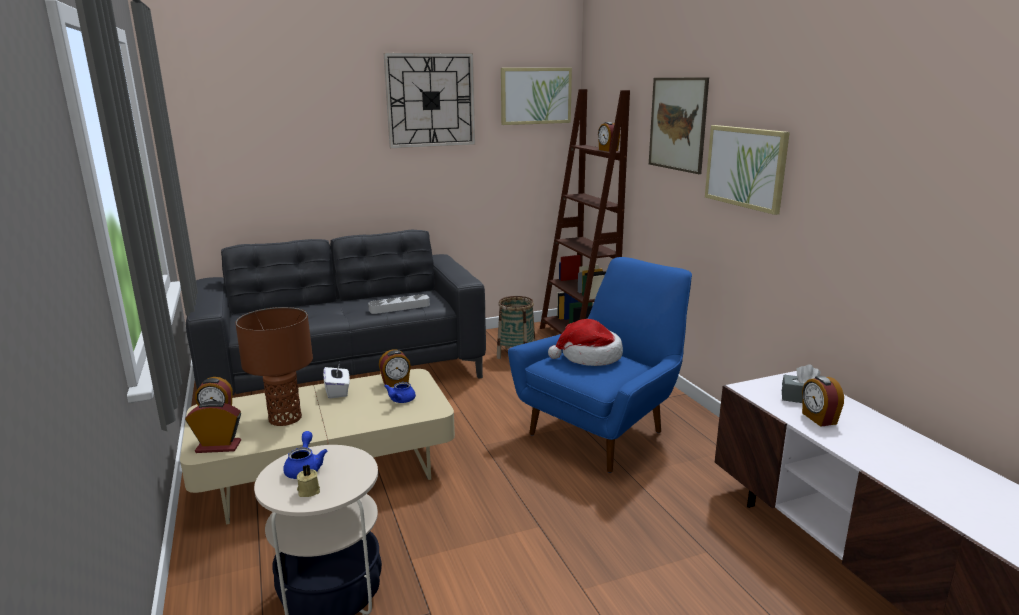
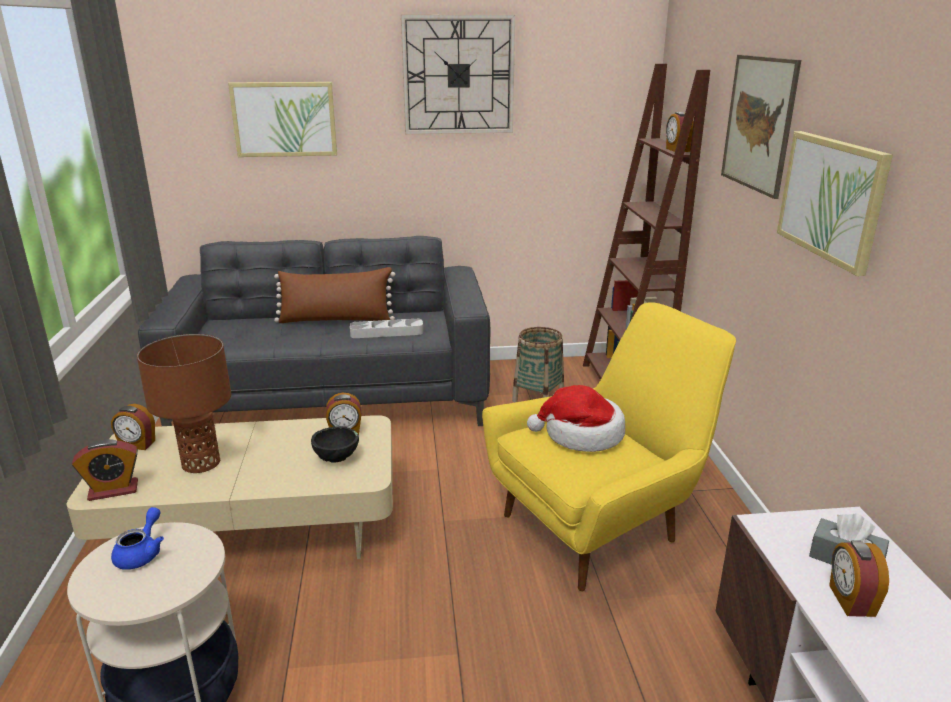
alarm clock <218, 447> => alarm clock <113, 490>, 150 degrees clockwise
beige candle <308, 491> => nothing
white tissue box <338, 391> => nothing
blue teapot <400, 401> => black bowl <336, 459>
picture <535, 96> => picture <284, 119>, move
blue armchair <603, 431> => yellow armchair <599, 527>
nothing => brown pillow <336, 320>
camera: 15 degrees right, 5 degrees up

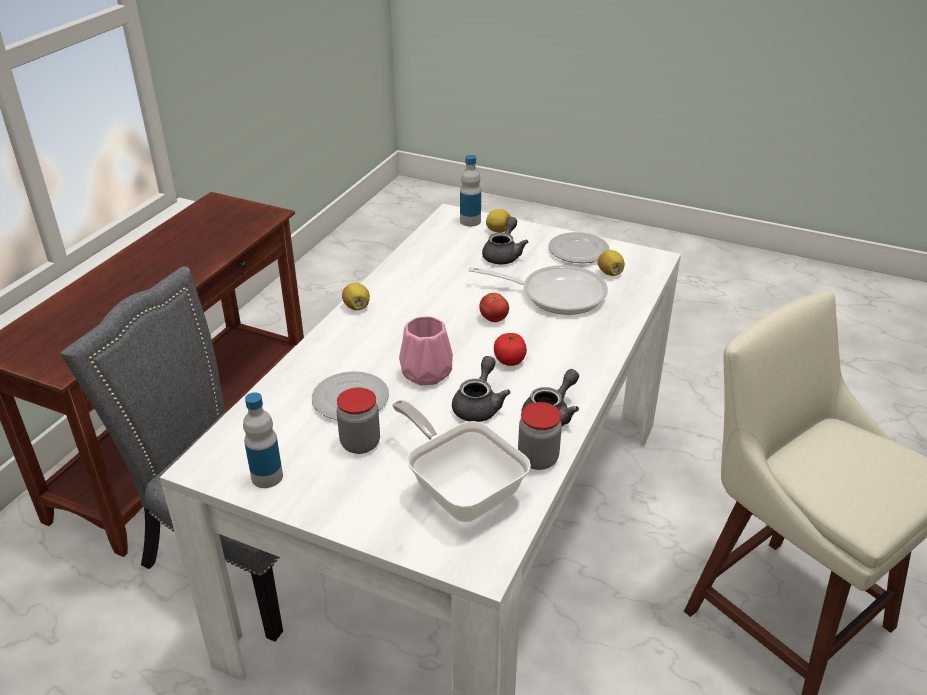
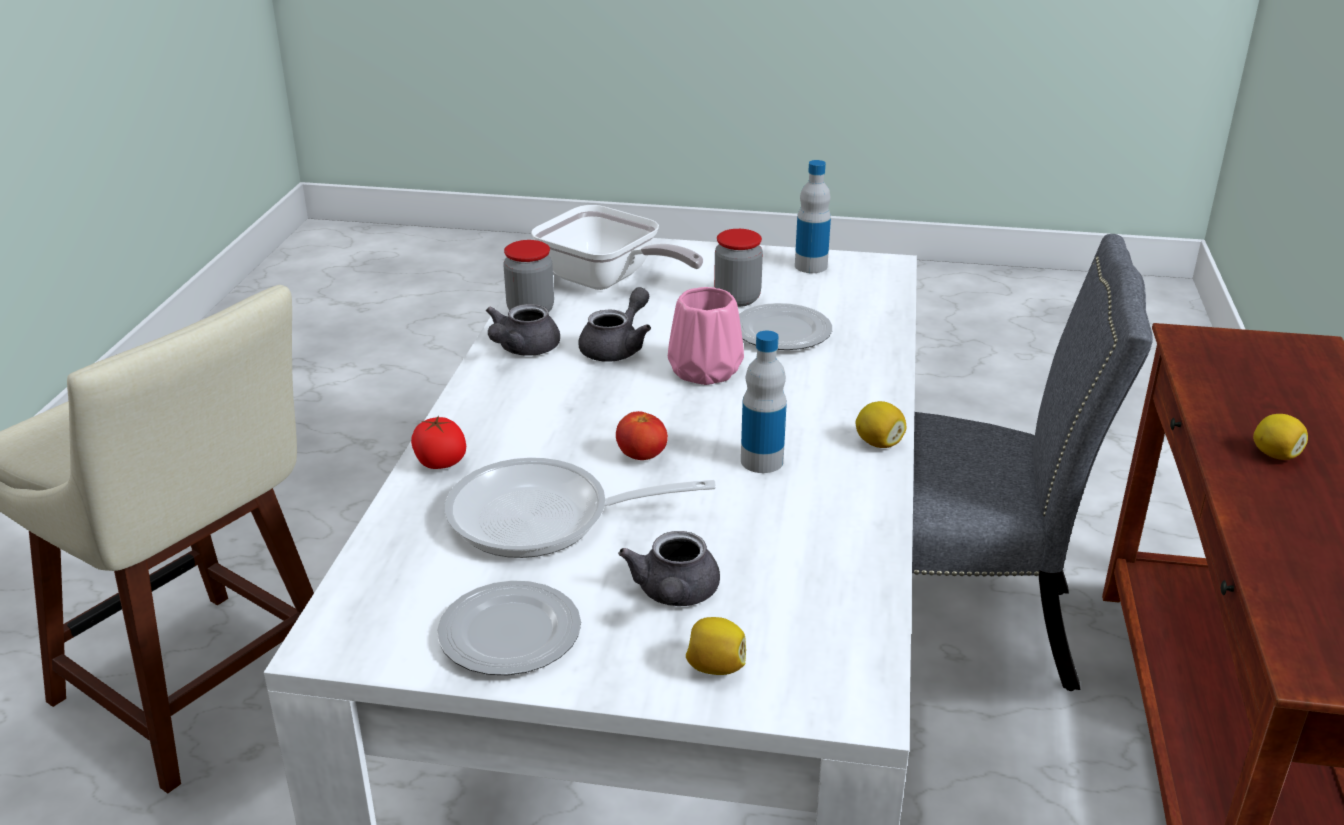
grey teapot <479, 405> => grey teapot <617, 347>, 150 degrees counterclockwise
bottle <470, 221> => bottle <762, 461>, move
tomato <509, 360> => tomato <440, 463>, move
lemon <610, 273> => lemon <1275, 455>, move
camera: 165 degrees right, 5 degrees down

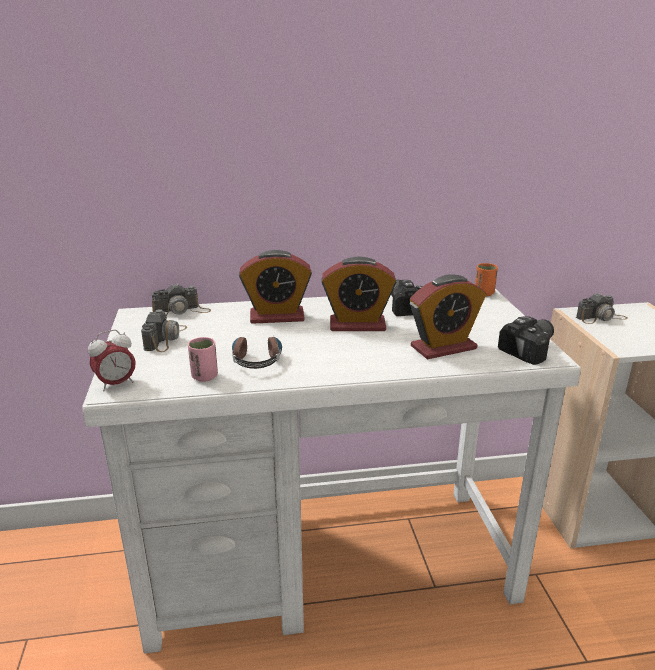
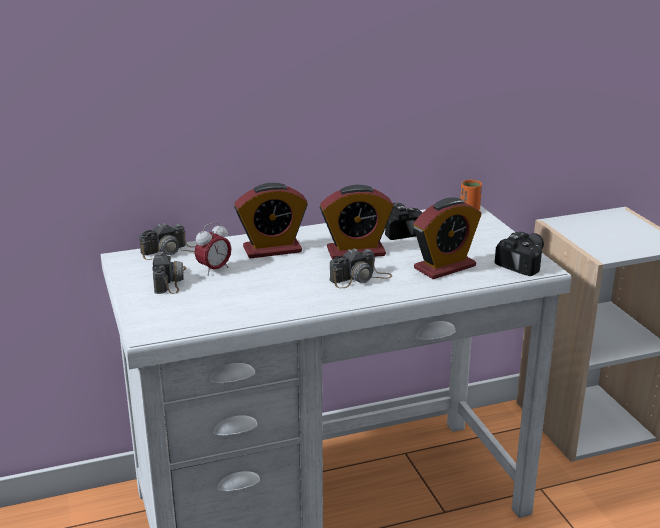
alarm clock <116, 384> => alarm clock <214, 270>, move
pink cup <204, 376> => nothing
headphones <257, 357> => nothing
photo camera <601, 318> => photo camera <360, 278>, move
camera: 10 degrees left, 0 degrees up

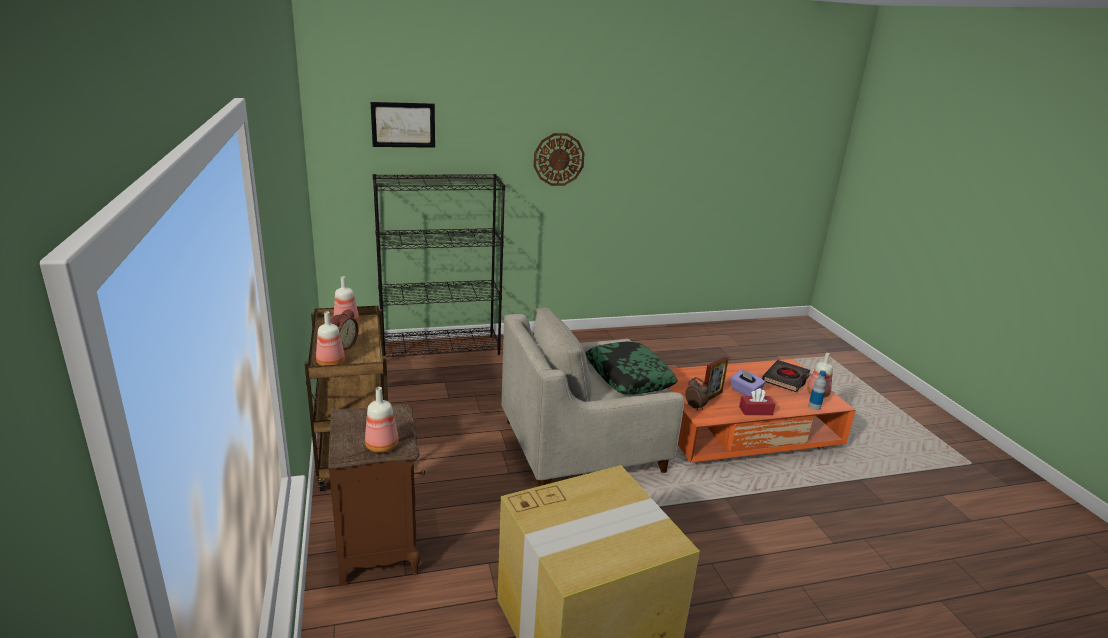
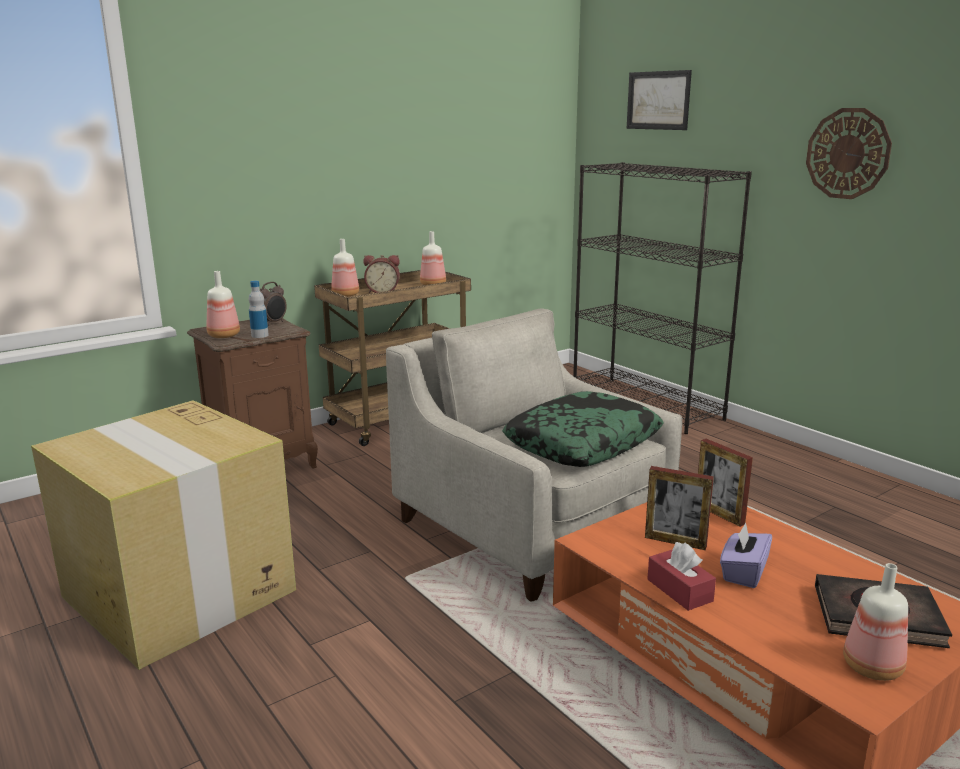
alarm clock <695, 407> => alarm clock <273, 323>, move
bottle <814, 406> => bottle <260, 335>, move
nothing => picture frame <719, 514>
camera: 70 degrees right, 5 degrees down

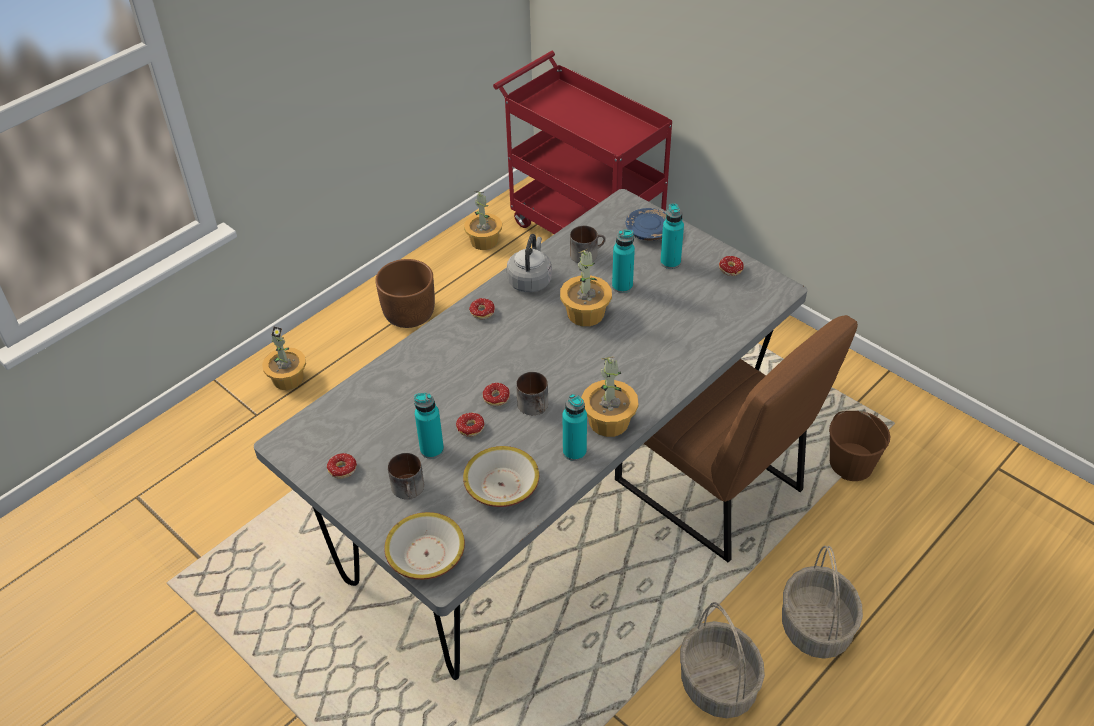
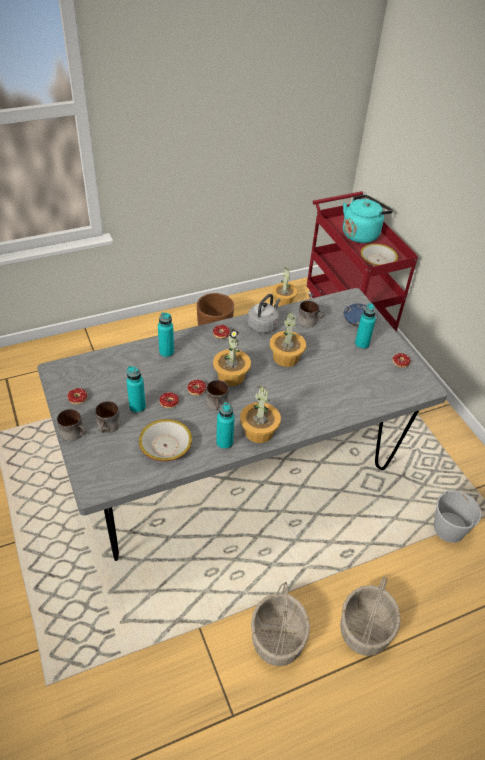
potted plant <288, 378> => potted plant <231, 376>, move
bowl <426, 554> => bowl <377, 261>, move
turquoise bottle <622, 286> => turquoise bottle <166, 352>, move
brown chair <712, 489> => nothing
brown bucket <852, 464> => white bucket <449, 529>
nothing => mug <75, 433>
nothing => turquoise kettle <361, 234>
camera: 20 degrees right, 0 degrees up

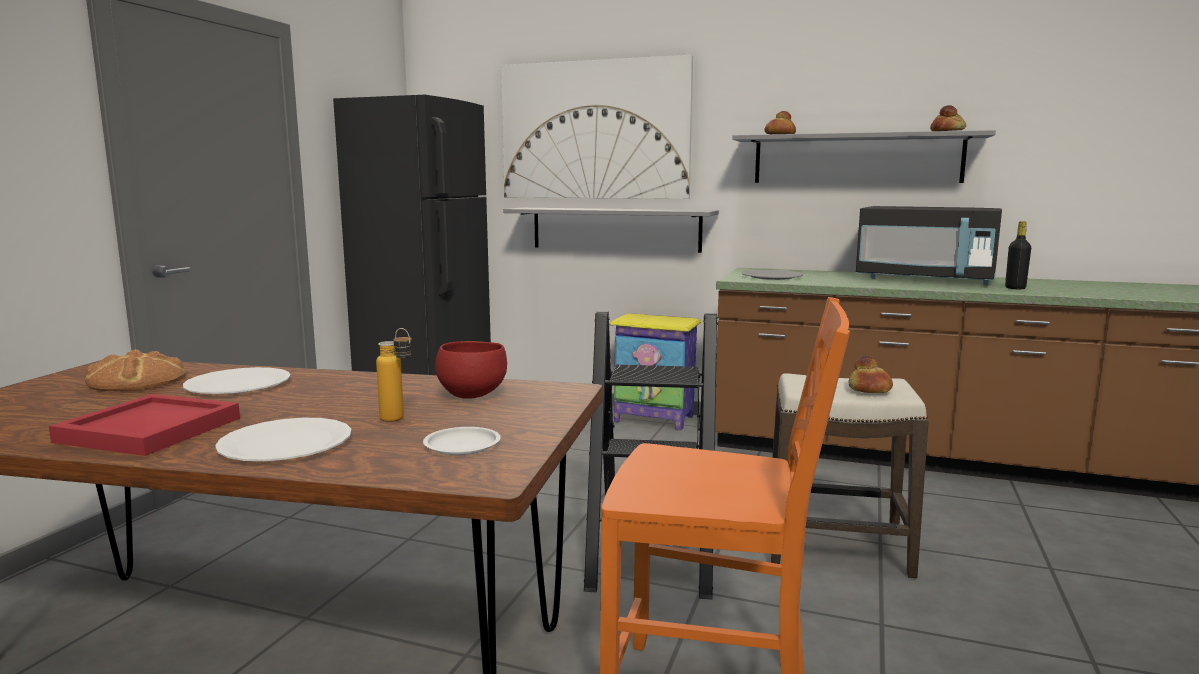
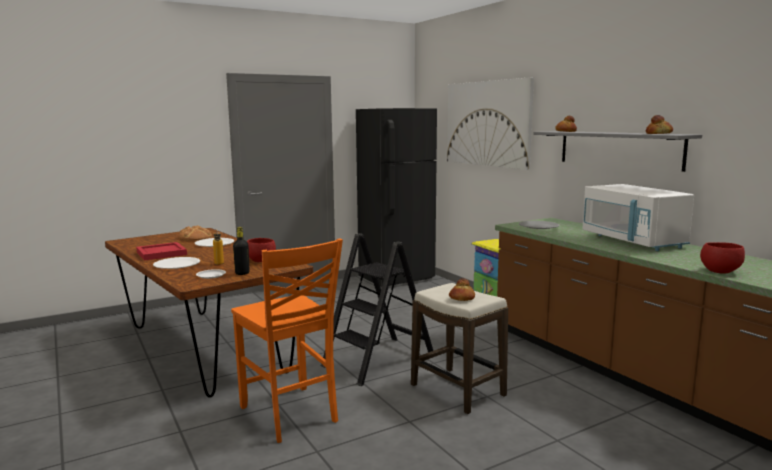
grey shelf <615, 229> => nothing
black microwave <925, 280> => white microwave <632, 241>
black bottle <1015, 288> => black bottle <242, 273>, move
nothing => red bowl <719, 271>
camera: 40 degrees right, 0 degrees up

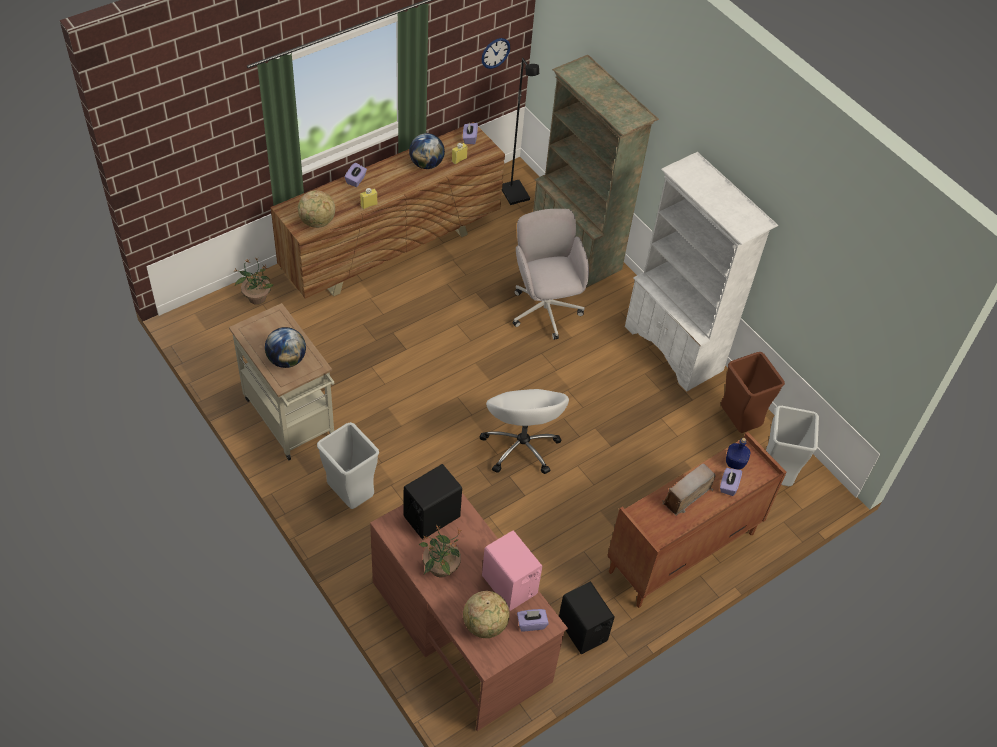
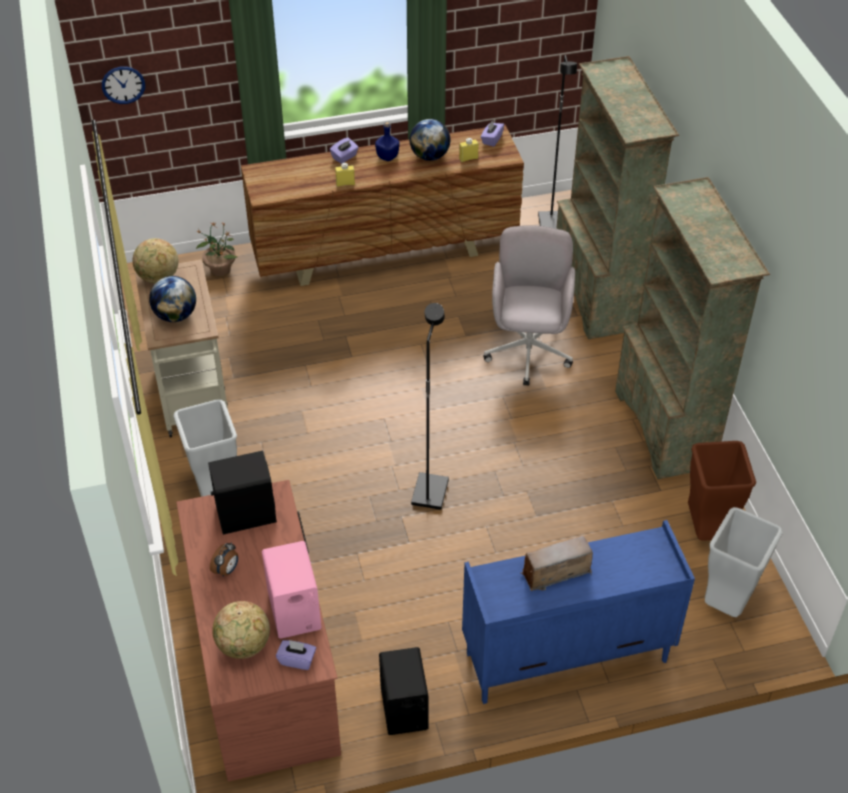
globe <317, 222> => globe <158, 277>, move
potted plant <440, 568> => alarm clock <227, 570>
white office chair <521, 449> => black floor lamp <429, 492>
wall clock <495, 53> => wall clock <123, 85>, move
brown cabinet <681, 553> => blue cabinet <565, 657>
white bookcase <674, 348> => green bookcase <665, 428>
purple tissue box <728, 486> => nothing
blue bottle <735, 463> => blue bottle <388, 157>, move
camera: 25 degrees right, 5 degrees down

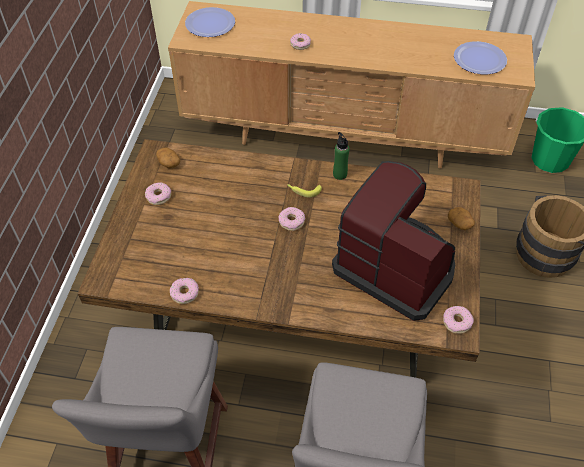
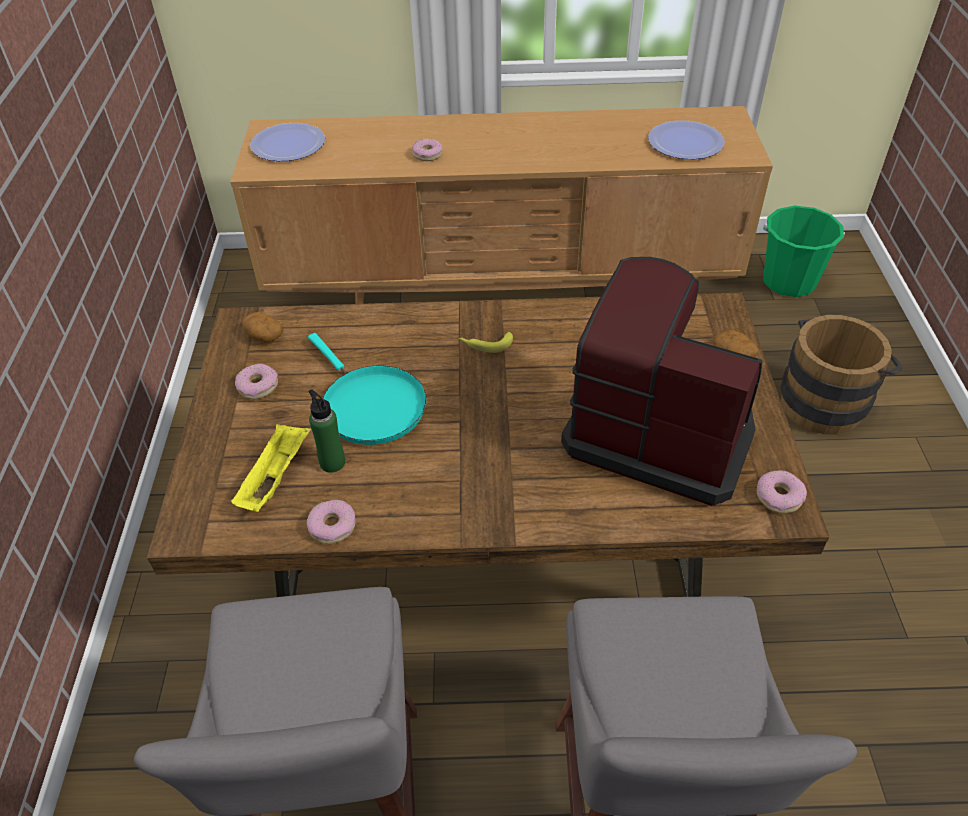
donut <291, 221> => nothing
green bottle <340, 174> => green bottle <332, 462>, move
nothing => yellow tray <275, 477>
nothing => turquoise frying pan <370, 405>
camera: 10 degrees left, 5 degrees down

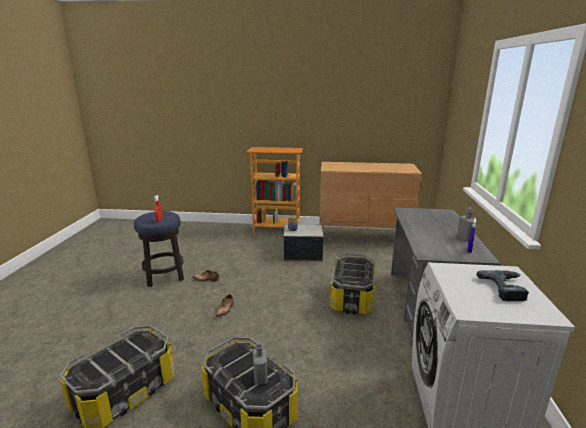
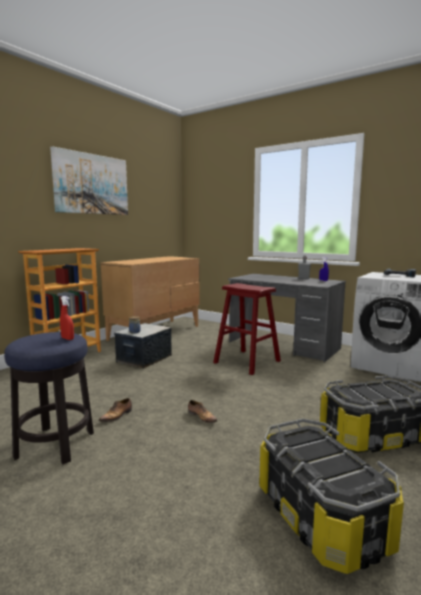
grey bottle <260, 377> => nothing
storage box <351, 298> => red stool <247, 361>
nothing => picture <92, 184>
camera: 60 degrees left, 10 degrees down

